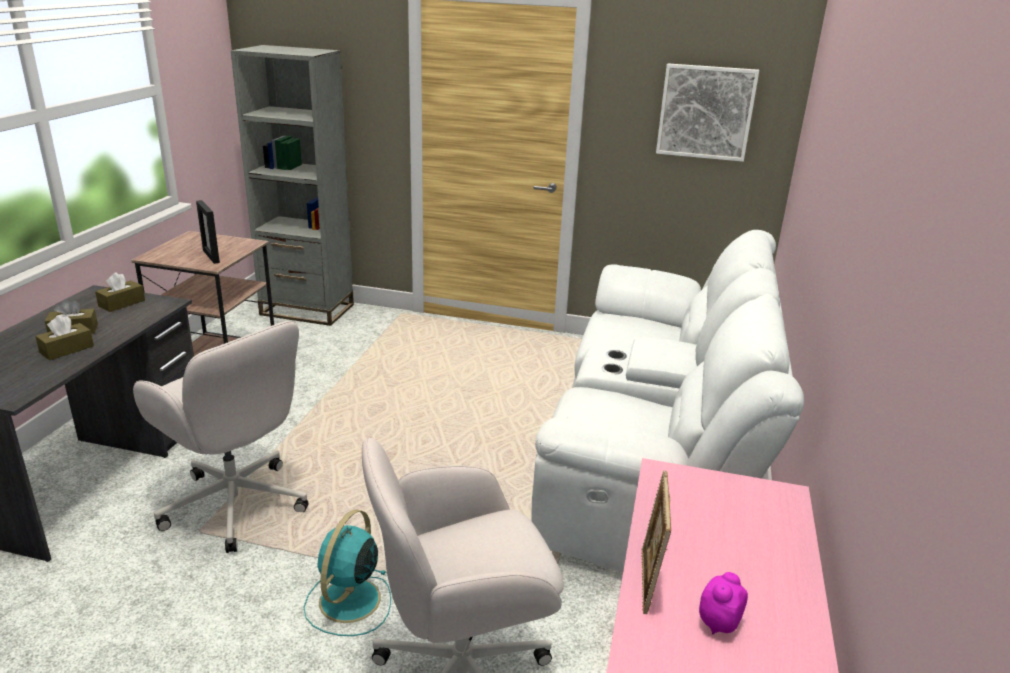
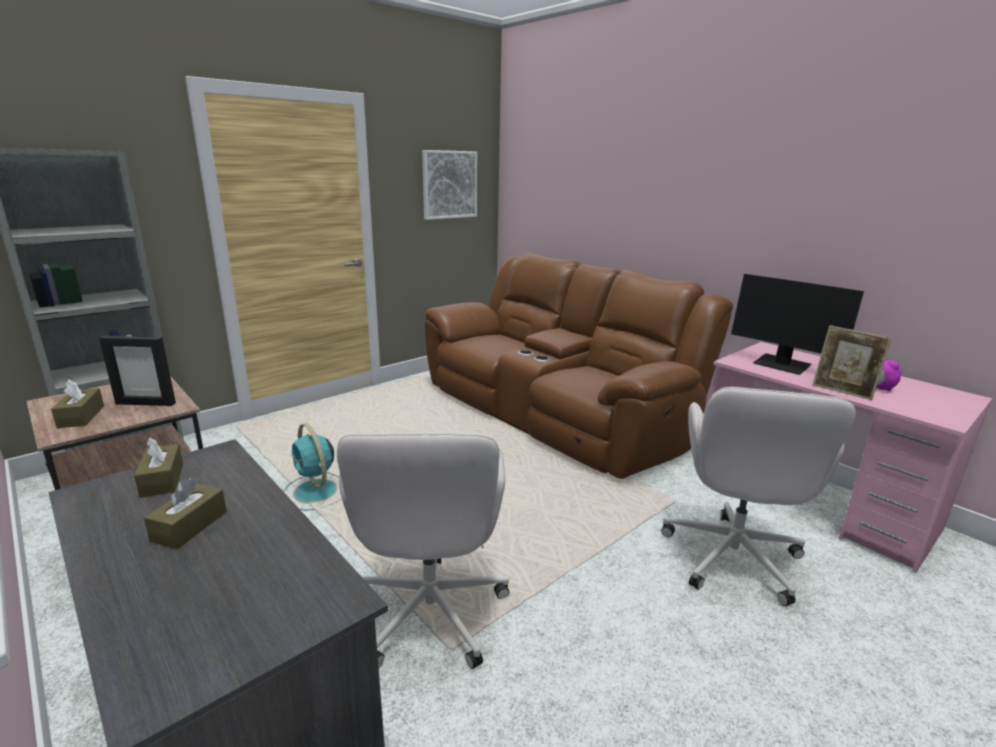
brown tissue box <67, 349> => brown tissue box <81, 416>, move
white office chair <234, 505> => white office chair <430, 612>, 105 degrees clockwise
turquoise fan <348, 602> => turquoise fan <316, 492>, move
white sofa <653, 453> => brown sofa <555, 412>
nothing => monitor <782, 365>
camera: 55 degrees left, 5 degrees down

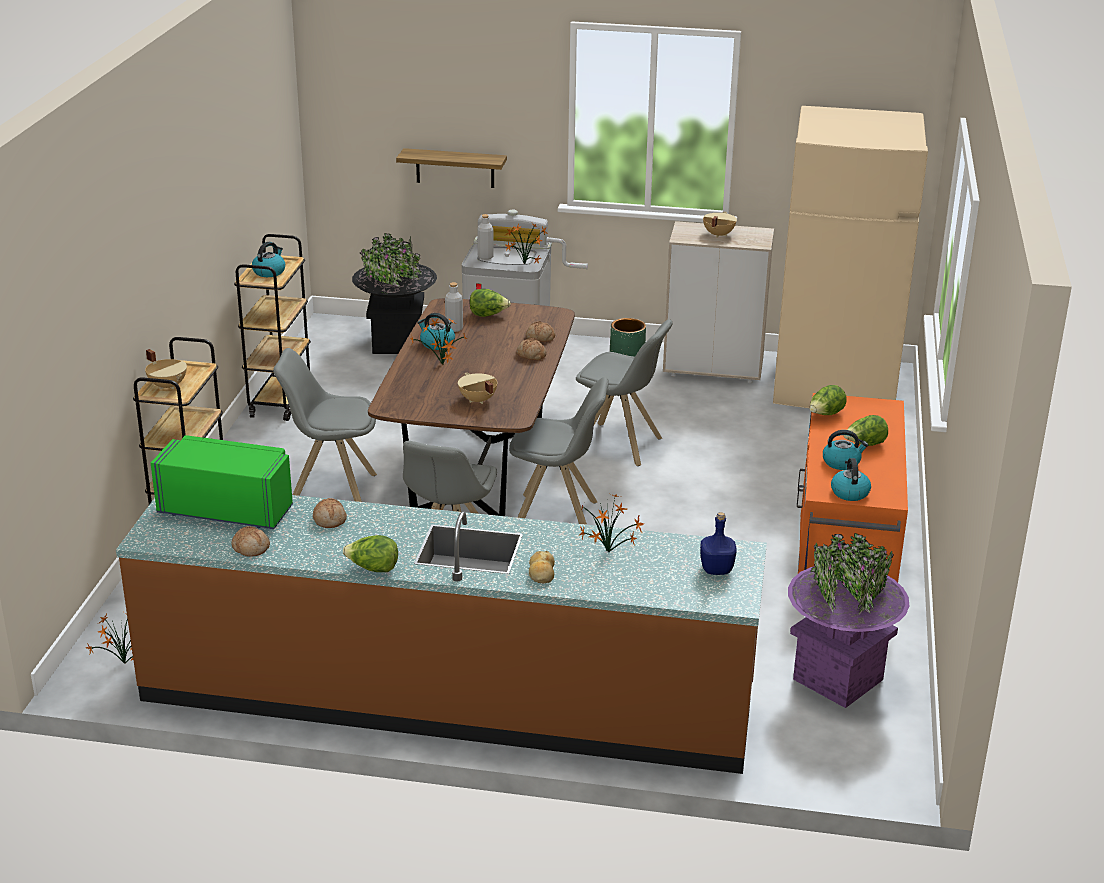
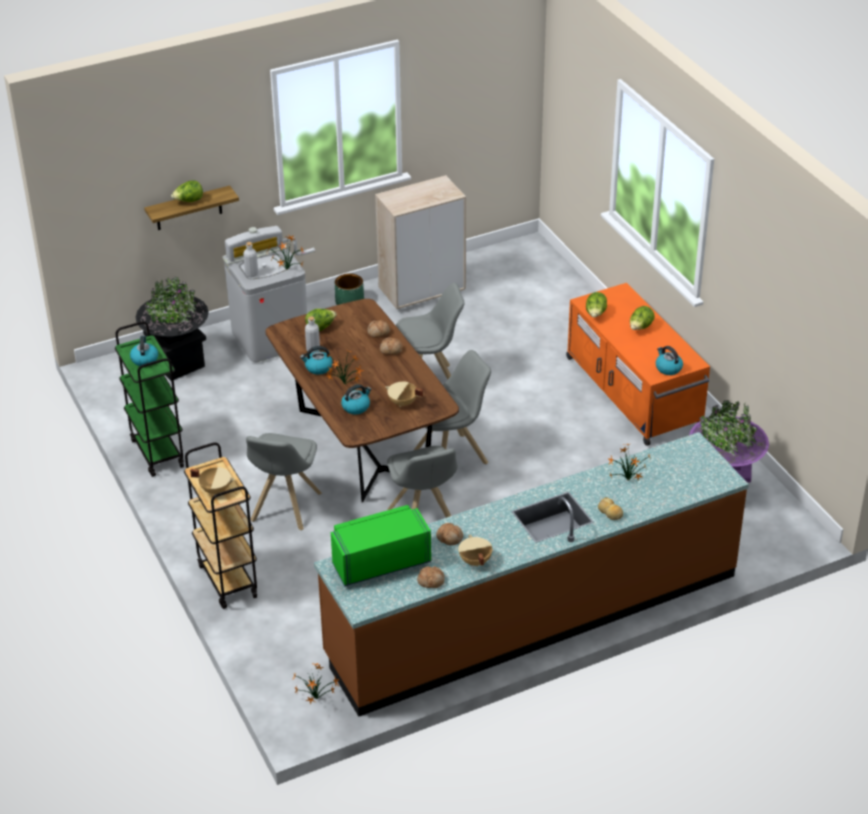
brown cart <279, 402> => green cart <156, 453>
grey chair <332, 489> => grey chair <285, 507>, 45 degrees counterclockwise
lettuce <373, 569> => lettuce <189, 201>, move
blue bottle <717, 570> => nothing
beige cooking pot <718, 234> => beige cooking pot <474, 561>, move
beige fridge <834, 383> => nothing
kettle <842, 462> => kettle <356, 407>, move
camera: 35 degrees left, 10 degrees up

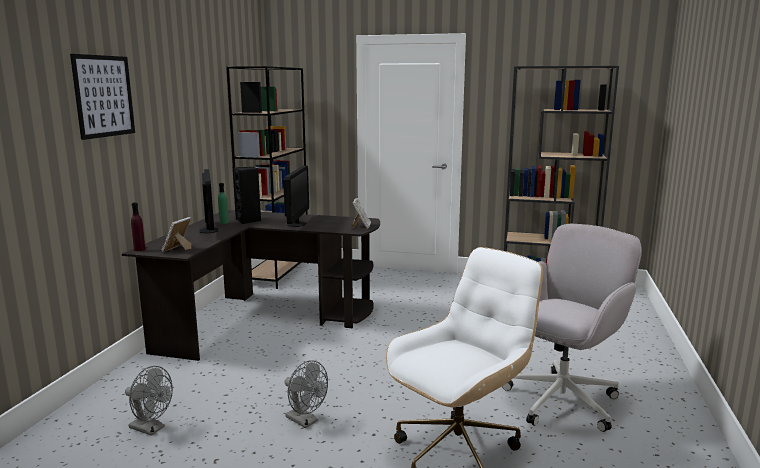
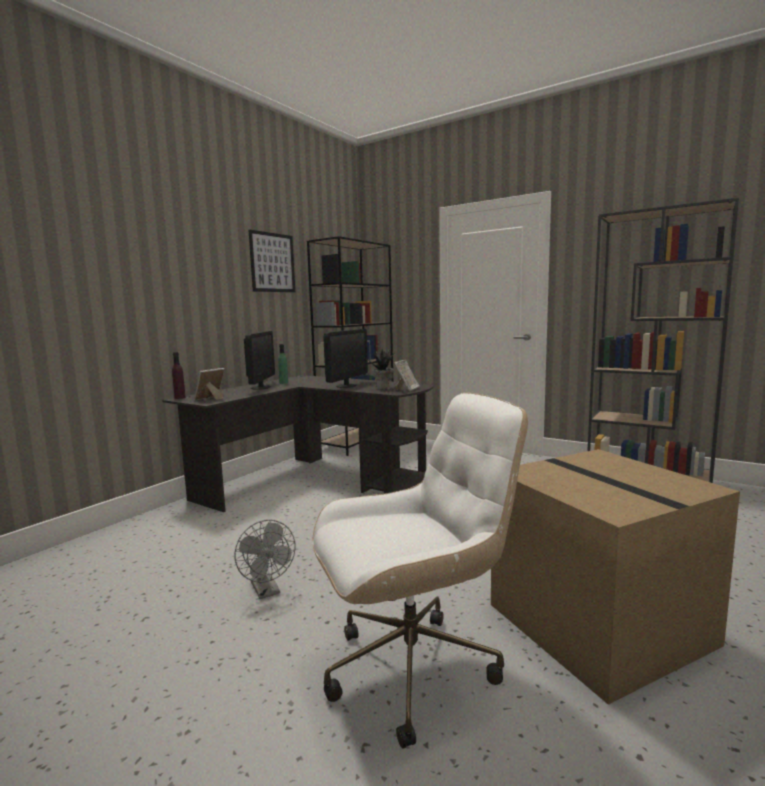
picture <104, 96> => picture <272, 262>, move
grey fan <151, 429> => nothing
black speaker <248, 220> => nothing
grey office chair <562, 401> => cardboard box <602, 624>
nothing => potted plant <383, 388>
camera: 20 degrees right, 5 degrees down

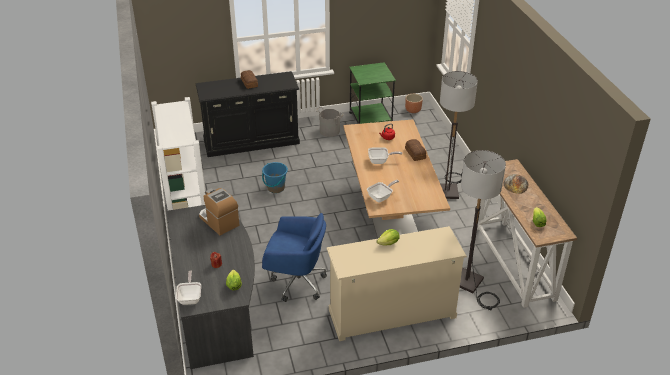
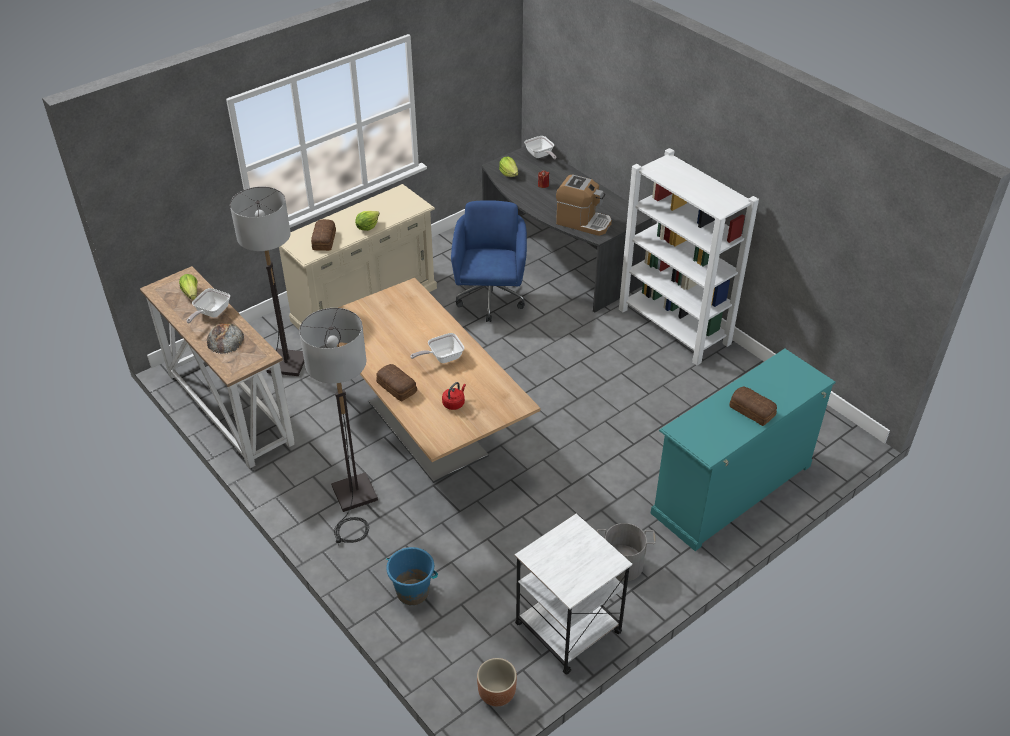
black cabinet <251, 141> => turquoise cabinet <731, 489>
blue bucket <275, 188> => blue bucket <413, 592>, move
blue office chair <296, 283> => blue office chair <490, 302>, 105 degrees clockwise
green cart <371, 119> => white cart <567, 629>
frying pan <381, 197> => frying pan <211, 313>, move
nothing => bread <325, 240>
camera: 155 degrees right, 5 degrees up

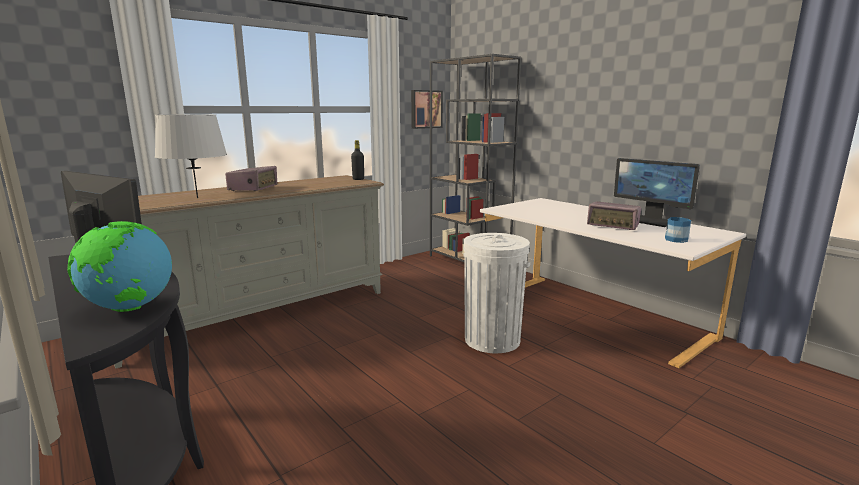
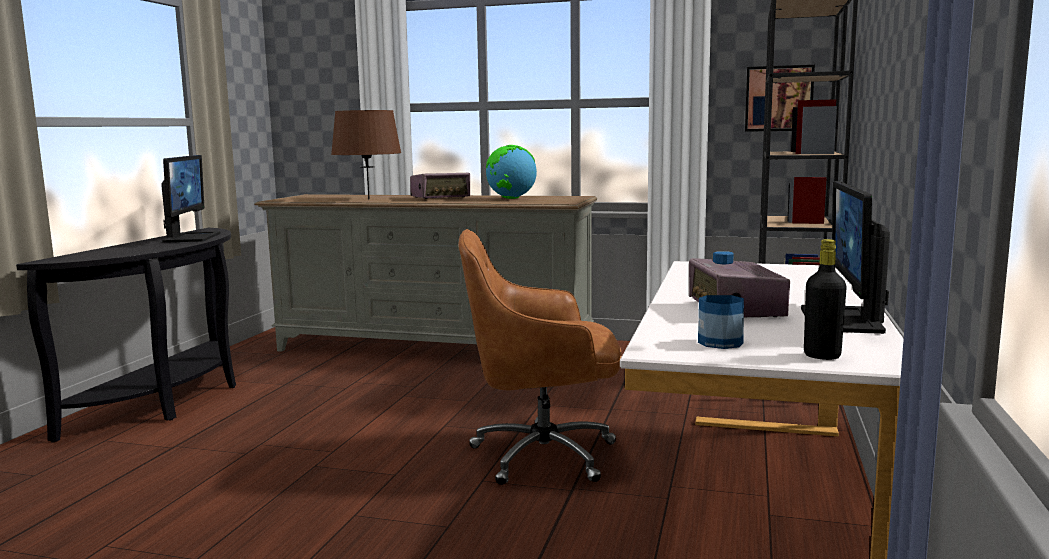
globe <129, 308> => globe <511, 198>, move
grey table lamp <197, 198> => brown table lamp <368, 199>
black bottle <358, 179> => black bottle <822, 356>, move
white trash can <492, 339> => brown office chair <543, 454>
camera: 55 degrees right, 5 degrees down

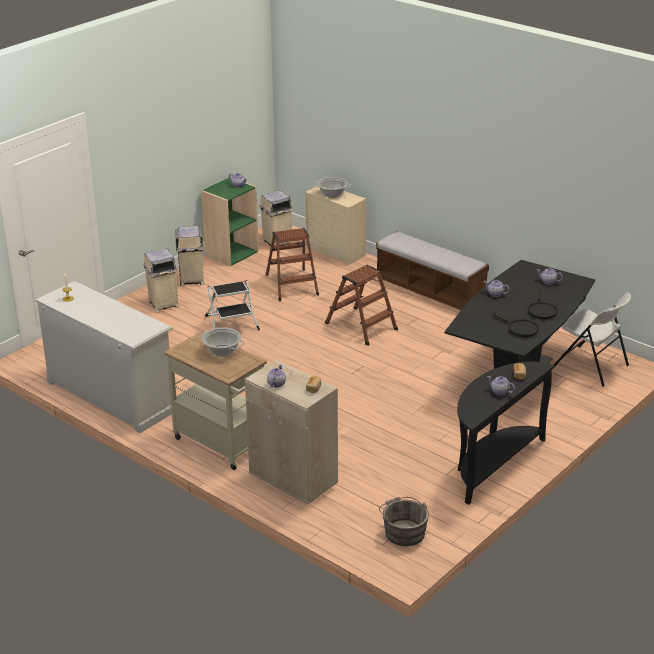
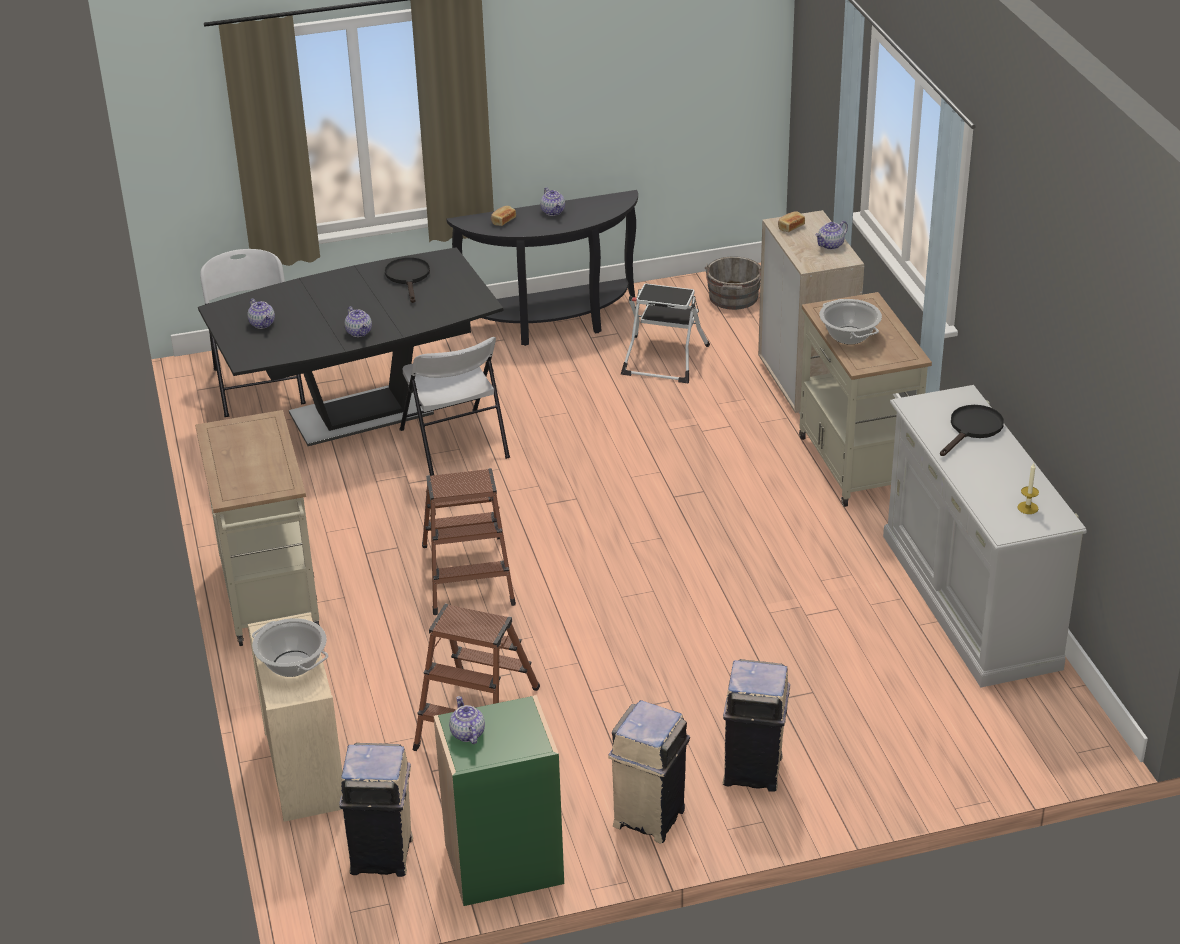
step ladder <231, 323> => step ladder <664, 357>, move
bench <430, 289> => beige cart <270, 600>
black frying pan <541, 310> => black frying pan <972, 429>, move
nothing => white chair <453, 444>
camera: 145 degrees left, 5 degrees up

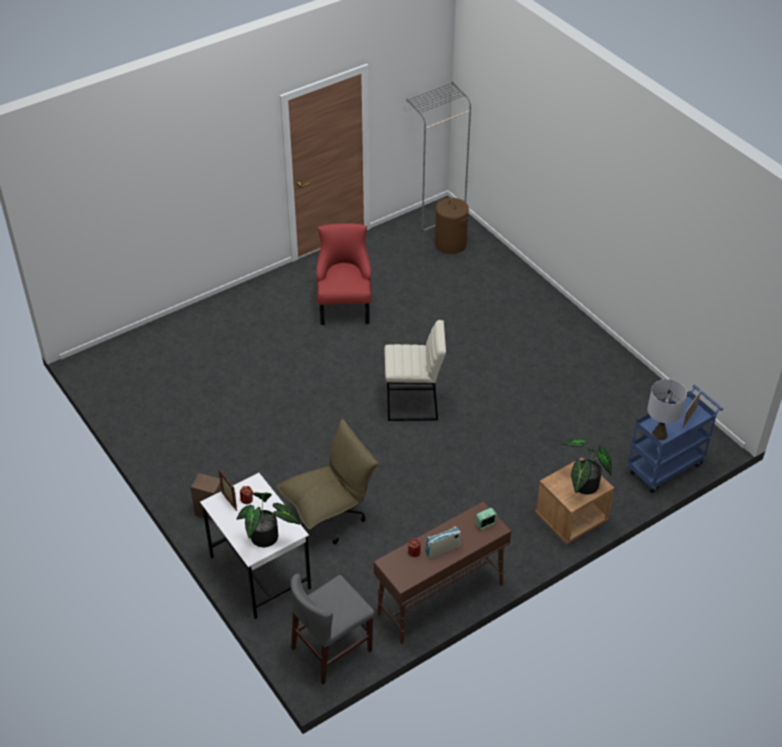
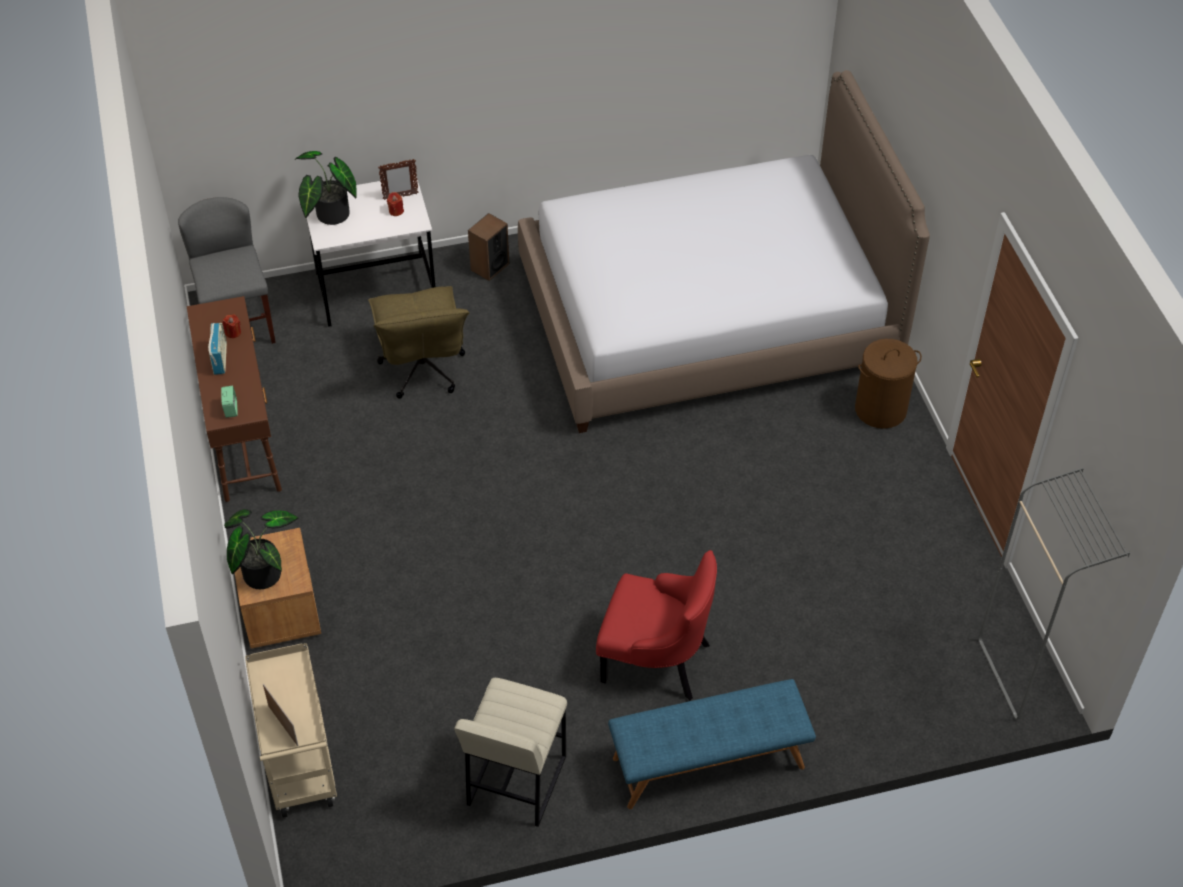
red chair <345, 308> => red chair <654, 660>, move
beige chair <414, 404> => beige chair <516, 782>, move
brown laundry basket <450, 244> => brown laundry basket <880, 409>, move
blue cart <666, 469> => beige cart <301, 768>
grey table lamp <659, 434> => nothing
nothing => bed <708, 318>
nothing => blue bench <708, 763>
camera: 110 degrees right, 5 degrees up

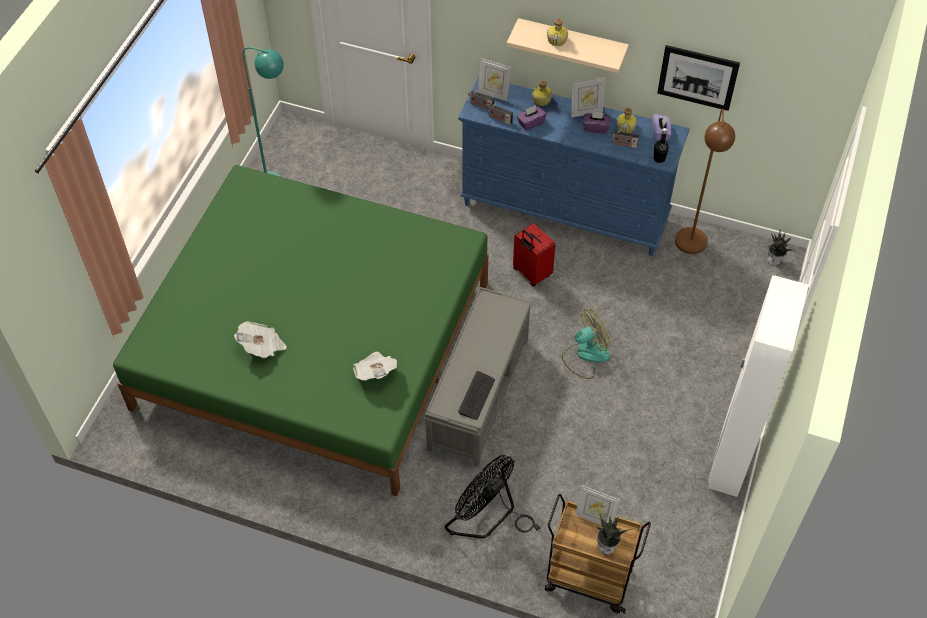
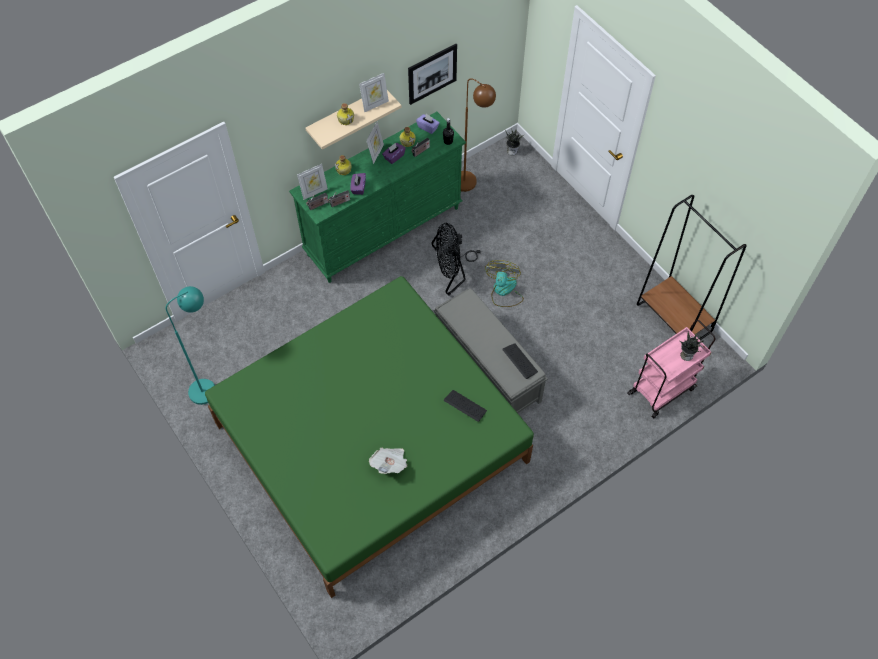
newspaper <375, 372> => keyboard <465, 406>
black fan <492, 514> => black fan <453, 267>, move
blue dresser <565, 212> => green dresser <384, 231>
red suitcase <531, 273> => nothing
brown cart <587, 580> => pink cart <661, 391>
picture frame <594, 518> => picture frame <375, 105>, move
white wardrobe <729, 461> => nothing
nothing => clothes rack <673, 319>
camera: 55 degrees left, 5 degrees up

